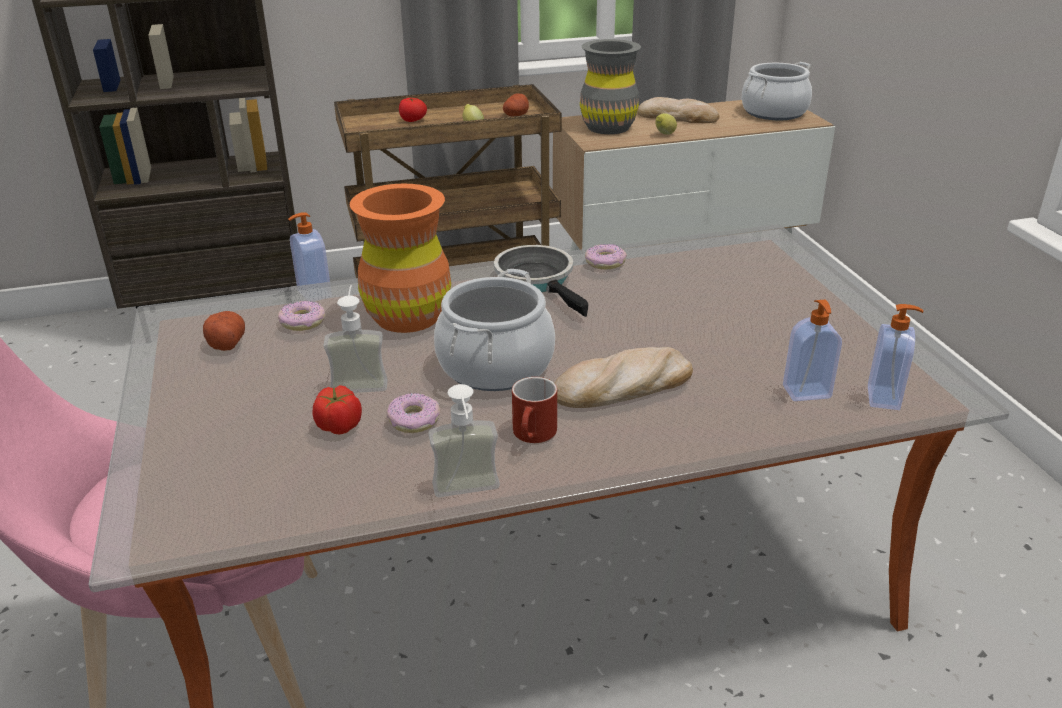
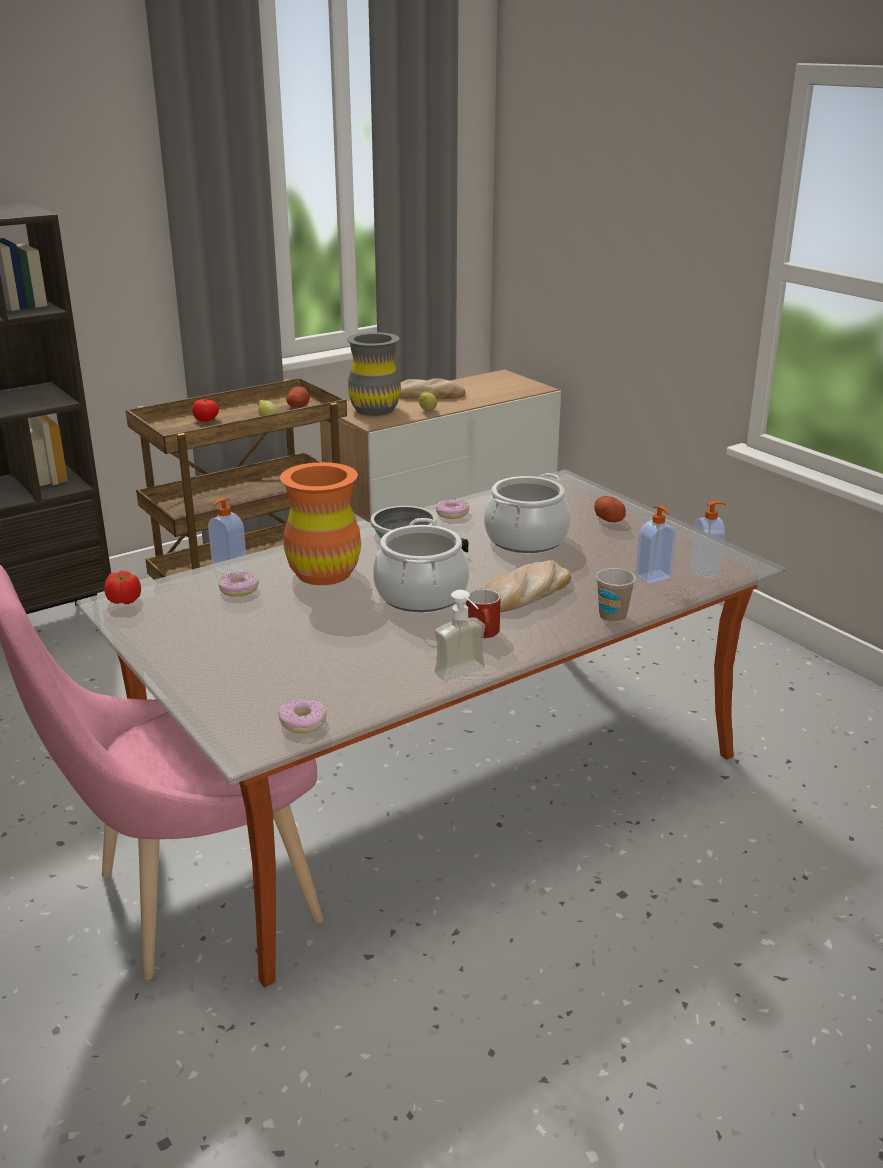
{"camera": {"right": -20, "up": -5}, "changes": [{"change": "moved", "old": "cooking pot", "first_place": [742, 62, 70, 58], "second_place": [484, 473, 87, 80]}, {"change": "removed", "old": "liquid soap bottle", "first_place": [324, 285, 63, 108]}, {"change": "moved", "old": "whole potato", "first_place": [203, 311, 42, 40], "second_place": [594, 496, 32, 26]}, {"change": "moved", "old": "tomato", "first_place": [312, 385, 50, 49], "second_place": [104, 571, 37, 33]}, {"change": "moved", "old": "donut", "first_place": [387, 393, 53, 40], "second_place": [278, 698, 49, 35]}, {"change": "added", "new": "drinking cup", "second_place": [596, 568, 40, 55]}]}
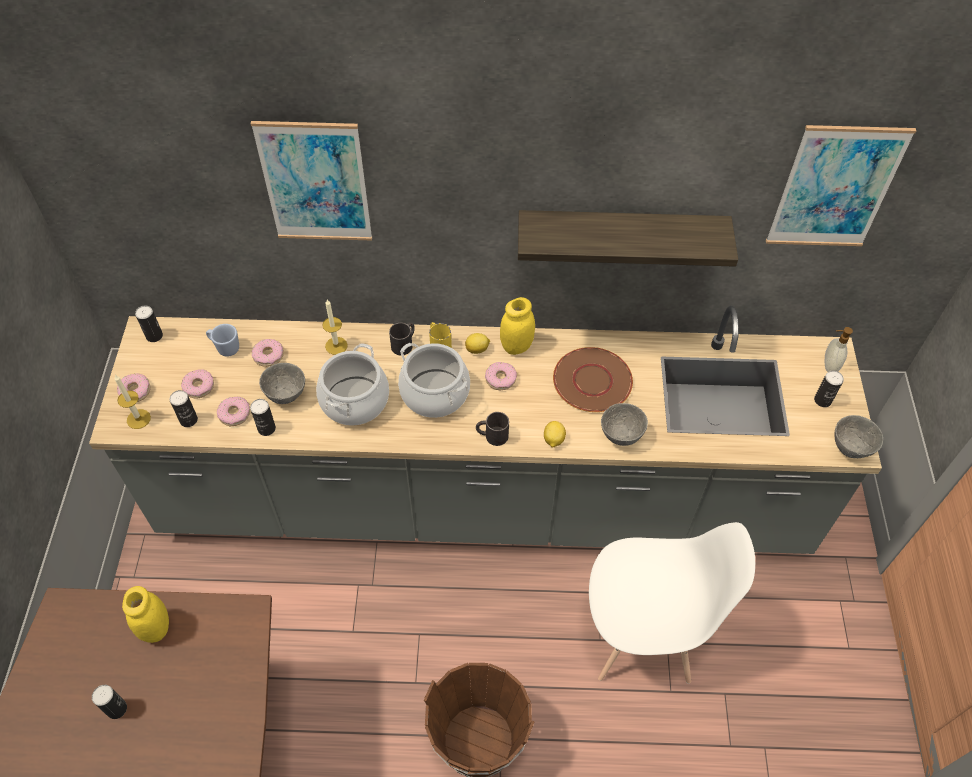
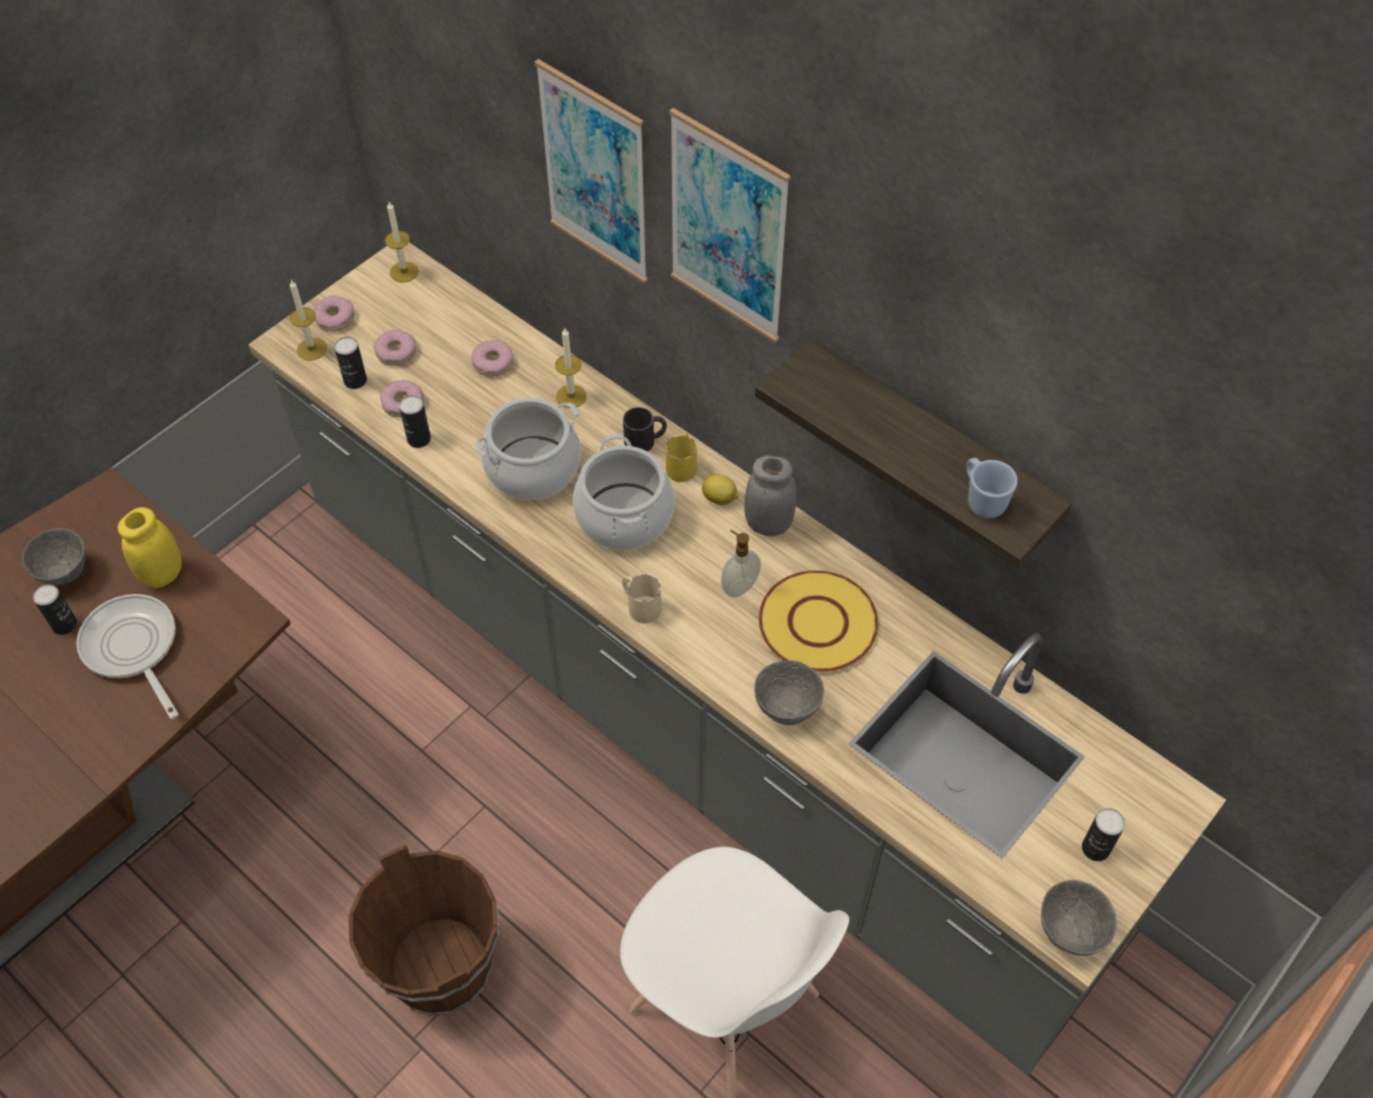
{"camera": {"right": 40, "up": 0}, "changes": [{"change": "moved", "old": "wall art", "first_place": [766, 125, 150, 121], "second_place": [669, 108, 122, 235]}, {"change": "recoloured", "old": "yellow storage jar", "new": "greyish storage jar", "first_place": [500, 297, 35, 58], "second_place": [744, 456, 53, 80]}, {"change": "replaced", "old": "can", "new": "wax light", "first_place": [135, 305, 28, 37], "second_place": [385, 202, 34, 80]}, {"change": "moved", "old": "blue tea mug", "first_place": [206, 324, 33, 33], "second_place": [966, 458, 52, 60]}, {"change": "moved", "old": "liquid soap bottle", "first_place": [825, 327, 28, 45], "second_place": [721, 530, 40, 68]}, {"change": "recoloured", "old": "brown flat dish", "new": "yellow flat dish", "first_place": [553, 347, 80, 65], "second_place": [759, 570, 119, 102]}, {"change": "removed", "old": "donut", "first_place": [485, 362, 32, 28]}, {"change": "moved", "old": "greyish deep dish", "first_place": [259, 363, 46, 41], "second_place": [22, 528, 64, 58]}, {"change": "recoloured", "old": "blackish tea mug", "new": "beige tea mug", "first_place": [476, 412, 33, 34], "second_place": [622, 575, 39, 49]}, {"change": "removed", "old": "citrus fruit", "first_place": [544, 421, 22, 27]}, {"change": "added", "new": "skillet", "second_place": [76, 594, 103, 125]}]}
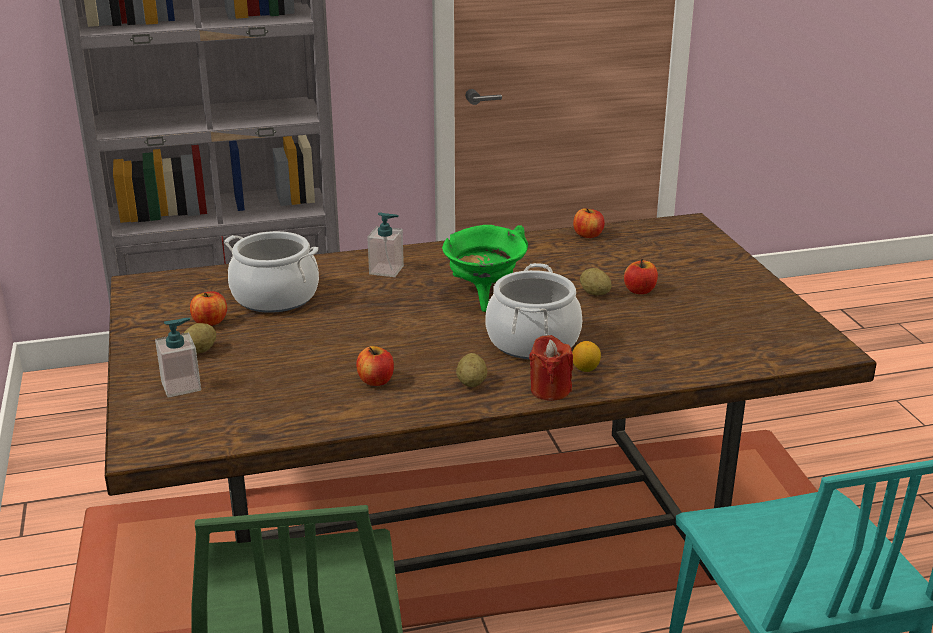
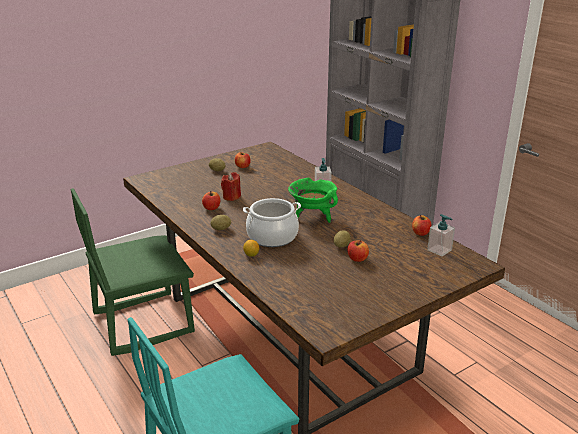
{"camera": {"right": 70, "up": 0}, "changes": [{"change": "removed", "old": "cooking pot", "first_place": [224, 231, 95, 82]}, {"change": "moved", "old": "liquid soap bottle", "first_place": [155, 318, 46, 80], "second_place": [427, 214, 28, 42]}, {"change": "moved", "old": "red-coloured wax light", "first_place": [529, 335, 44, 66], "second_place": [221, 172, 20, 29]}]}
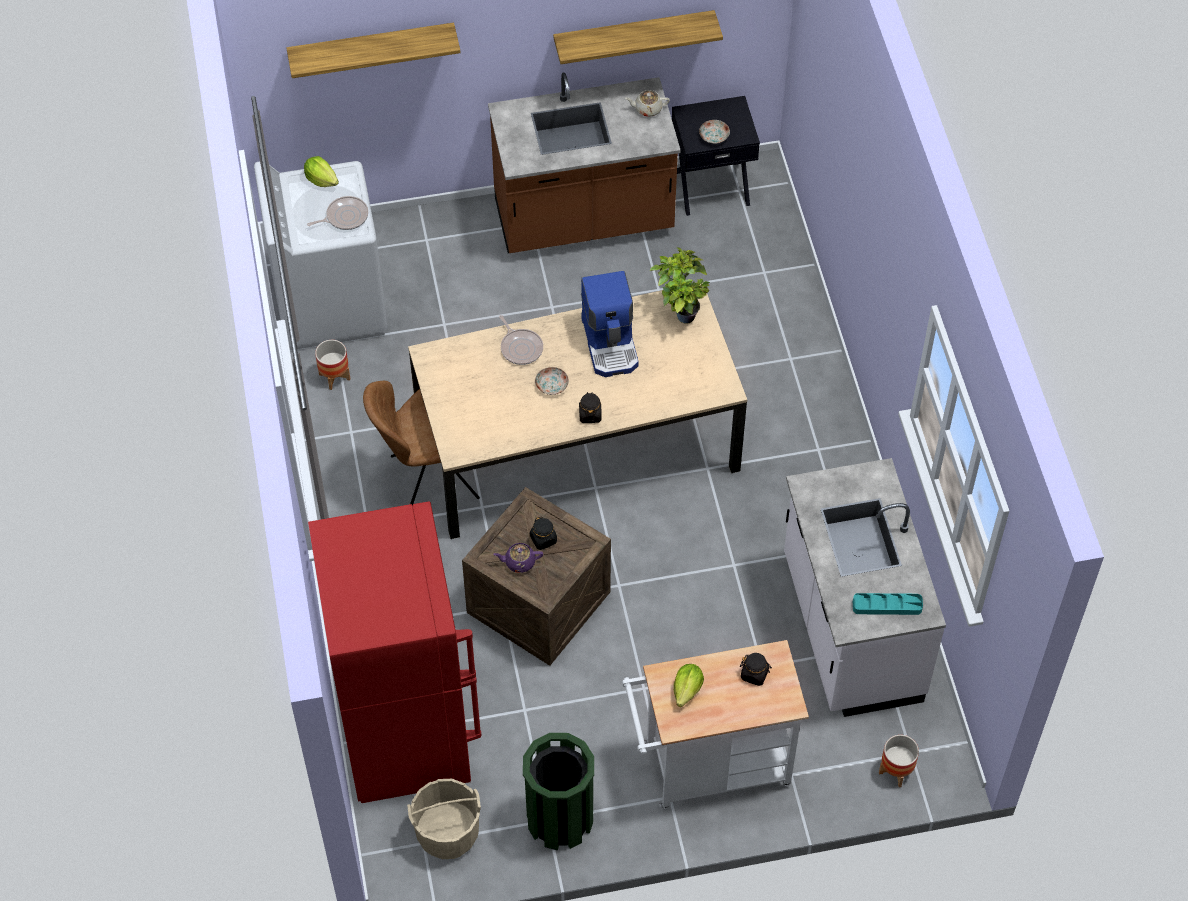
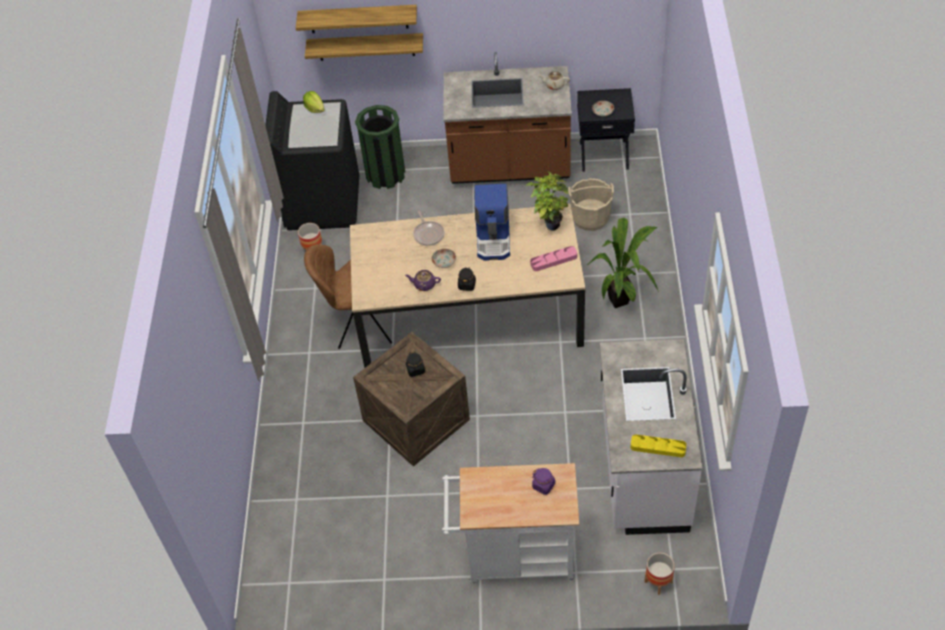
{"camera": {"right": 15, "up": -5}, "changes": [{"change": "moved", "old": "bracket shelf", "first_place": [553, 10, 170, 54], "second_place": [305, 33, 118, 28]}, {"change": "recoloured", "old": "whitish laundry appliance", "new": "blackish laundry appliance", "first_place": [254, 161, 133, 189], "second_place": [265, 91, 94, 140]}, {"change": "removed", "old": "skillet", "first_place": [307, 196, 61, 34]}, {"change": "removed", "old": "red-coloured kitchen fridge", "first_place": [308, 501, 173, 302]}, {"change": "moved", "old": "purplish teapot", "first_place": [493, 543, 50, 30], "second_place": [405, 270, 36, 21]}, {"change": "recoloured", "old": "turquoise serving tray", "new": "yellow serving tray", "first_place": [853, 593, 70, 22], "second_place": [631, 434, 56, 23]}, {"change": "recoloured", "old": "blackish storage jar", "new": "purplish storage jar", "first_place": [740, 653, 32, 33], "second_place": [532, 468, 24, 27]}, {"change": "removed", "old": "lettuce", "first_place": [674, 664, 30, 43]}, {"change": "moved", "old": "greenish trash can", "first_place": [523, 733, 71, 118], "second_place": [355, 105, 50, 84]}, {"change": "moved", "old": "beige bucket", "first_place": [407, 779, 74, 80], "second_place": [569, 178, 45, 53]}, {"change": "added", "new": "plant in a pot", "second_place": [587, 218, 72, 90]}, {"change": "added", "new": "pink serving tray", "second_place": [530, 246, 47, 25]}]}
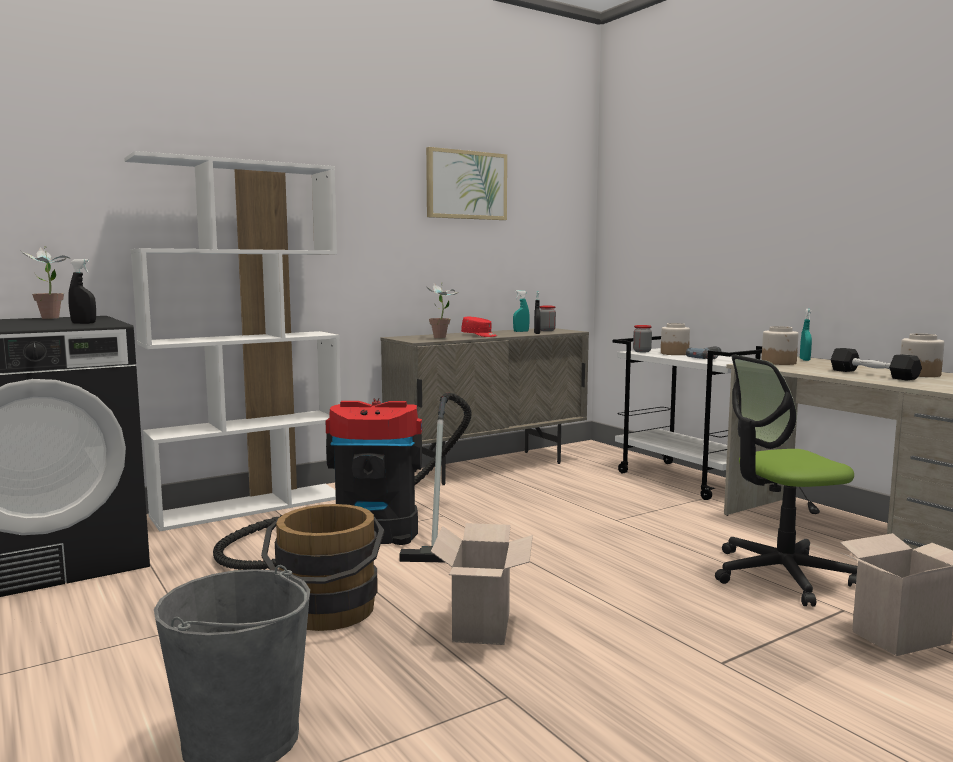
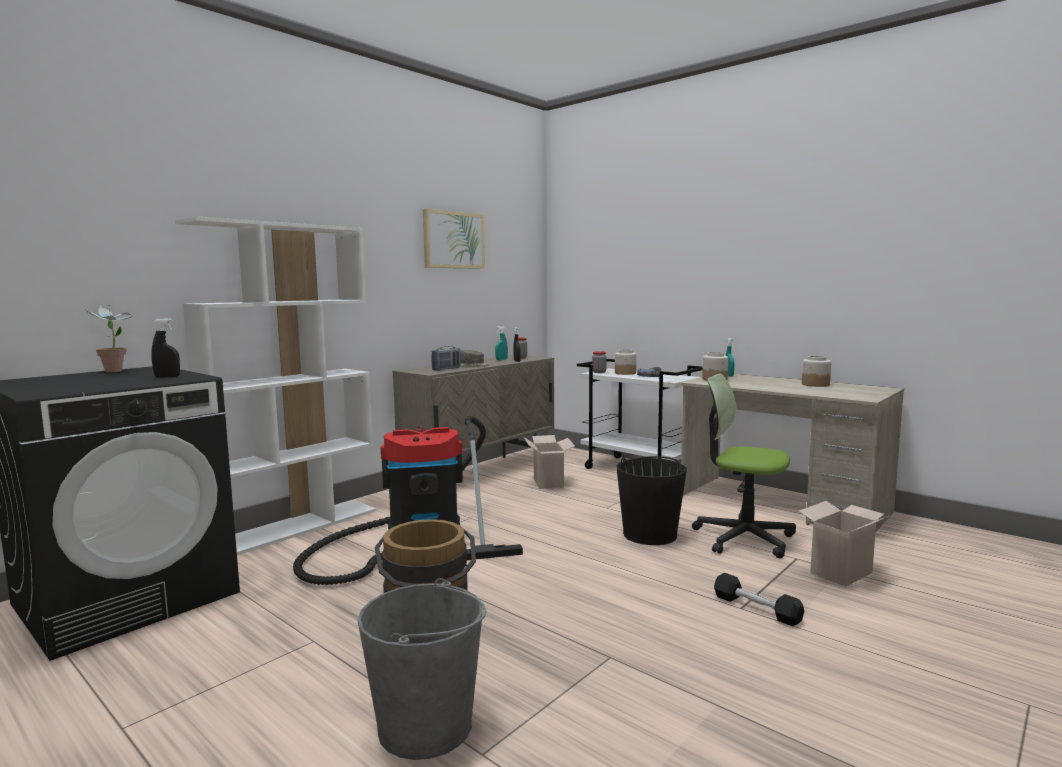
{"camera": {"right": -15, "up": 0}, "changes": [{"change": "replaced", "old": "plant in a pot", "new": "radio receiver", "first_place": [427, 282, 31, 56], "second_place": [431, 346, 30, 25]}, {"change": "recoloured", "old": "red-coloured cap", "new": "greyish cap", "first_place": [461, 317, 36, 20], "second_place": [460, 350, 29, 17]}, {"change": "moved", "old": "blackish dumbbell", "first_place": [830, 348, 92, 32], "second_place": [714, 573, 91, 53]}, {"change": "turned", "old": "office chair", "first_place": [715, 354, 142, 253], "second_place": [692, 373, 104, 185], "degrees": 60}, {"change": "moved", "old": "carton", "first_place": [431, 523, 102, 122], "second_place": [524, 435, 51, 54]}, {"change": "added", "new": "blackish bucket", "second_place": [616, 456, 71, 89]}]}
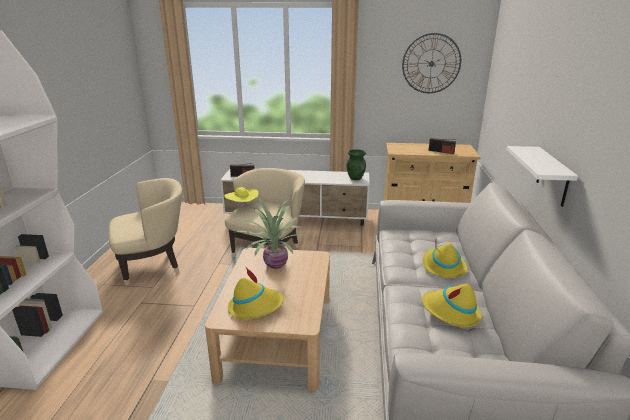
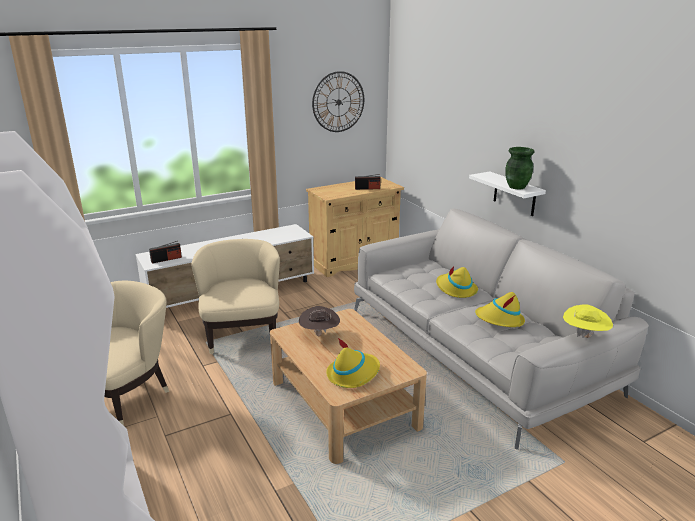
{"camera": {"right": -35, "up": 0}, "changes": [{"change": "moved", "old": "greenish vase", "first_place": [347, 149, 19, 31], "second_place": [505, 147, 30, 42]}, {"change": "moved", "old": "yellow hat", "first_place": [224, 187, 34, 20], "second_place": [563, 304, 50, 34]}, {"change": "replaced", "old": "plant in a pot", "new": "brown hat", "first_place": [234, 199, 76, 70], "second_place": [299, 306, 41, 30]}]}
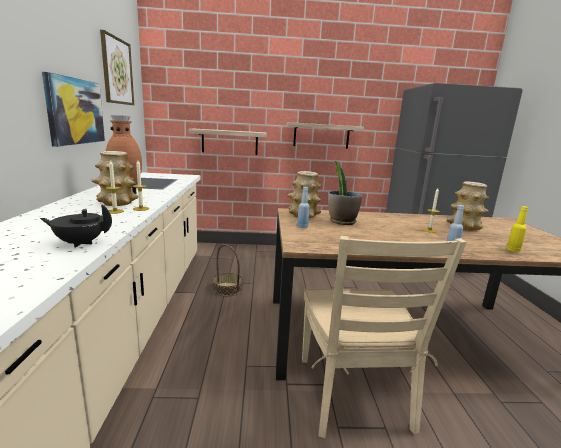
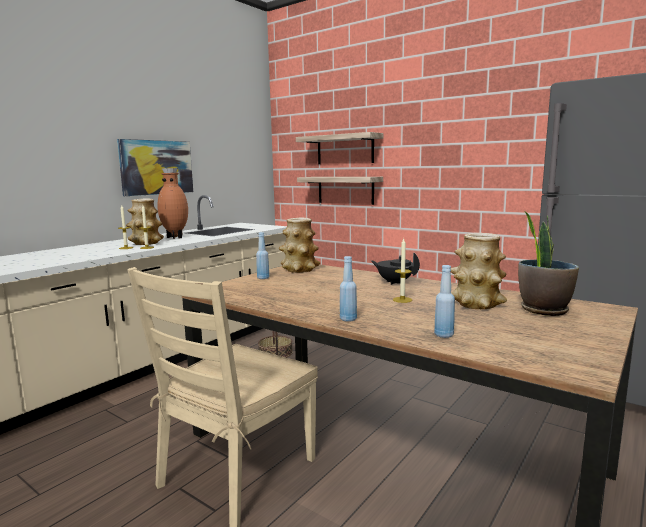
{"camera": {"right": 40, "up": -5}, "changes": [{"change": "removed", "old": "wall art", "first_place": [100, 30, 34, 75]}, {"change": "moved", "old": "bracket shelf", "first_place": [286, 122, 78, 27], "second_place": [296, 132, 87, 32]}, {"change": "moved", "old": "plant in a pot", "first_place": [328, 161, 34, 64], "second_place": [518, 212, 61, 104]}, {"change": "moved", "old": "blackish teapot", "first_place": [40, 204, 72, 44], "second_place": [371, 253, 49, 32]}, {"change": "recoloured", "old": "yellow beverage bottle", "new": "blue beverage bottle", "first_place": [507, 206, 21, 46], "second_place": [434, 265, 21, 73]}]}
